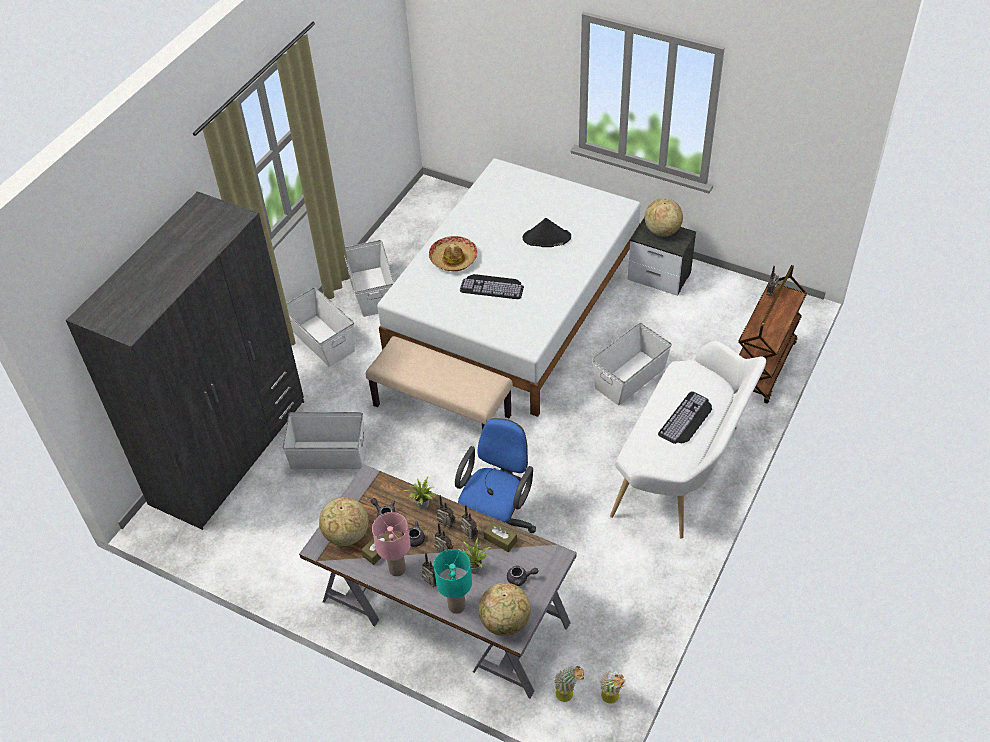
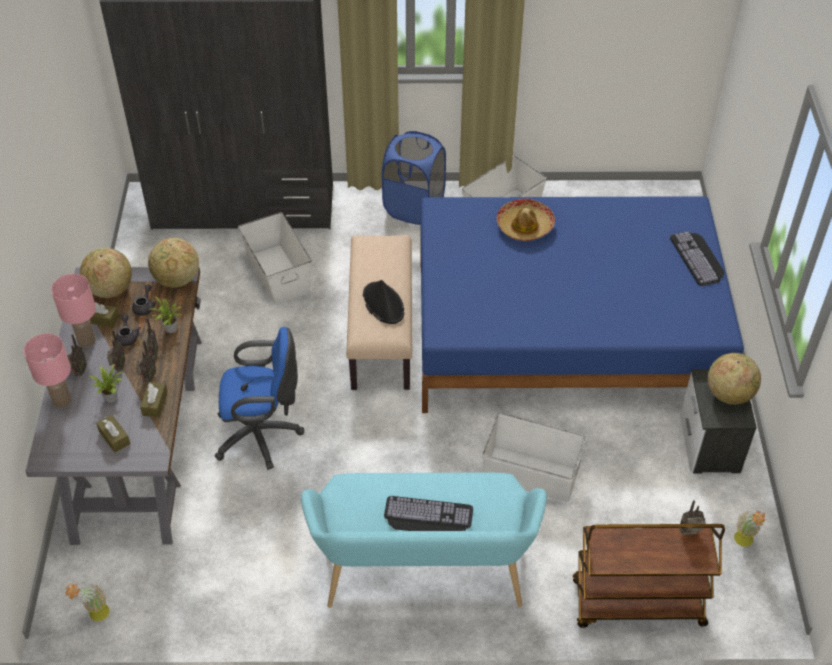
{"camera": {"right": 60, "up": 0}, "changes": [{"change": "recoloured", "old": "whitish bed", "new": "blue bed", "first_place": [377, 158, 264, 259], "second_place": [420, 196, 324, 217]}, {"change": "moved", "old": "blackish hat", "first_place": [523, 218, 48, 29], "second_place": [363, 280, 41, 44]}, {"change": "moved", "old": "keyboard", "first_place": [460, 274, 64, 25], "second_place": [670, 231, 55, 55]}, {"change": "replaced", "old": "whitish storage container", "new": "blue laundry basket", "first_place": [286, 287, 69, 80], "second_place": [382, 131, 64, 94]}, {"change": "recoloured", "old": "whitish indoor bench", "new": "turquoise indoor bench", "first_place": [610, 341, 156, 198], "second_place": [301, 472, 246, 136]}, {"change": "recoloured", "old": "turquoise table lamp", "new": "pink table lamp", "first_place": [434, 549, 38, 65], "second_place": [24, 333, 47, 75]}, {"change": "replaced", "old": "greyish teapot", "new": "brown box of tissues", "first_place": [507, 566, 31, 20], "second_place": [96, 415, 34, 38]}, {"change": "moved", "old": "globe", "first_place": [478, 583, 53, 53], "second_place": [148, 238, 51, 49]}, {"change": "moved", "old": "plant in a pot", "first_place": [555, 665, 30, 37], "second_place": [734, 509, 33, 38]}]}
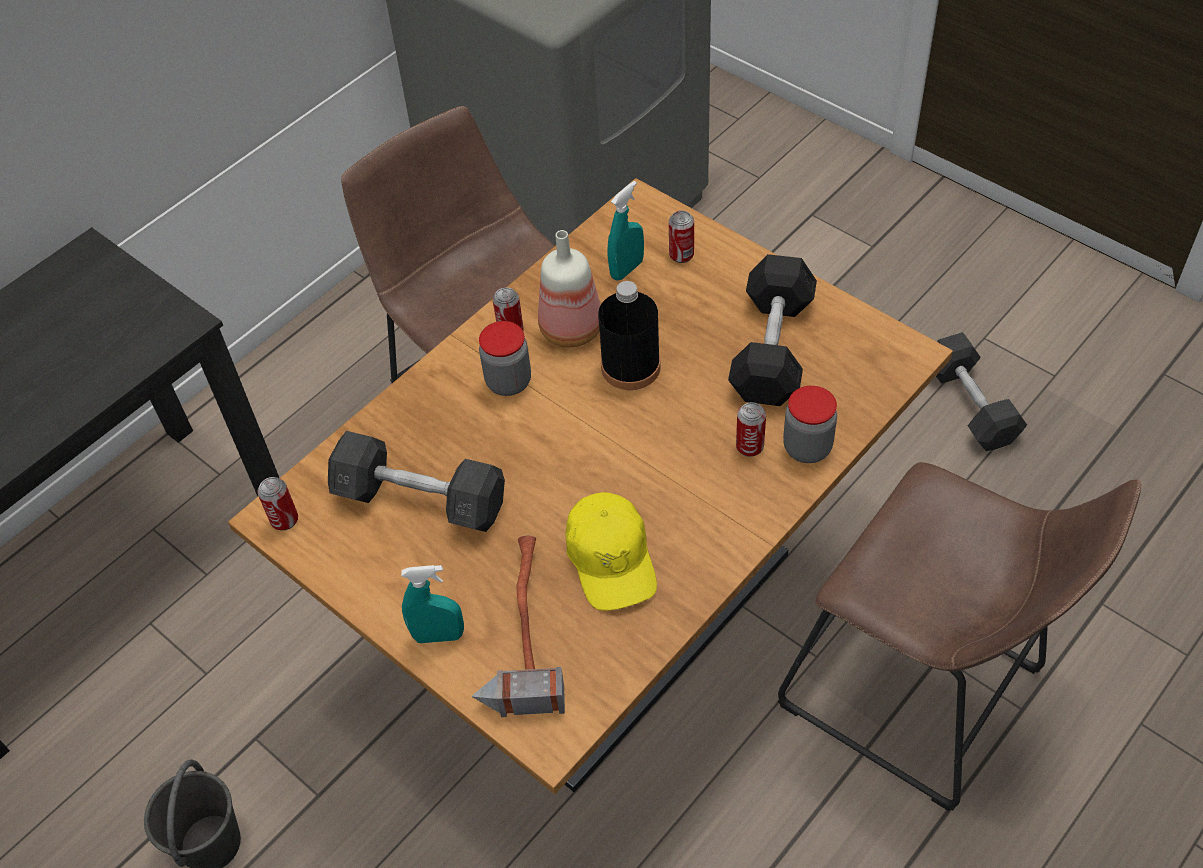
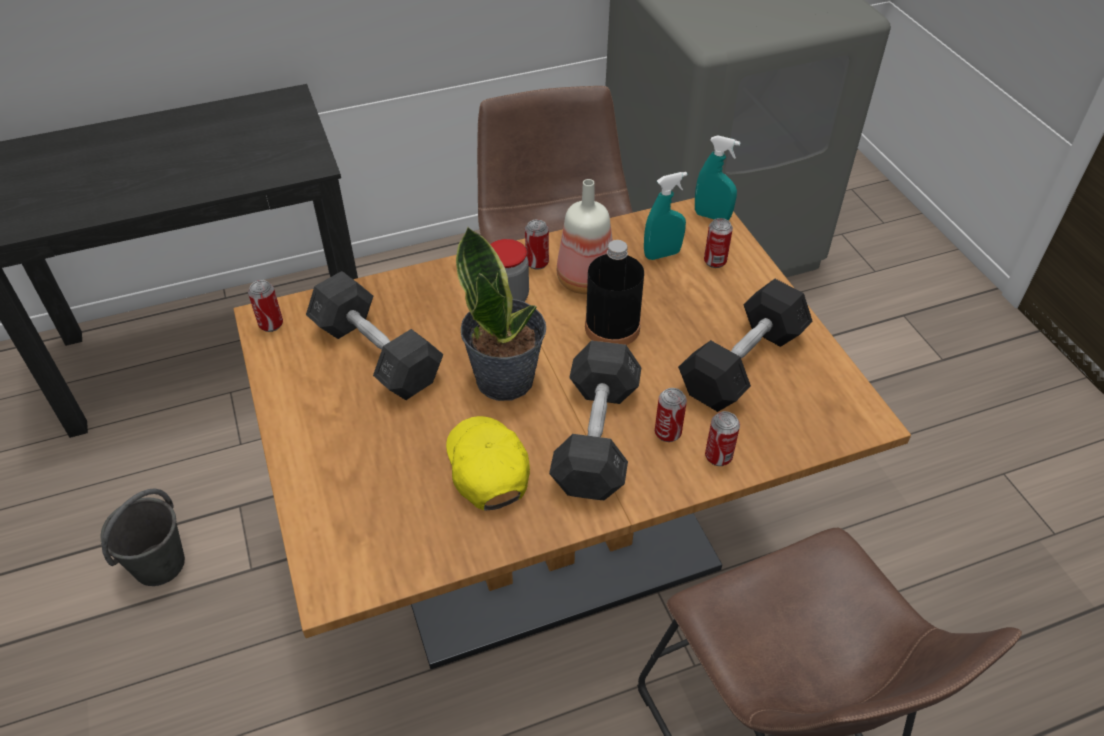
{"camera": {"right": 25, "up": -5}, "changes": [{"change": "moved", "old": "greyish dumbbell", "first_place": [936, 332, 91, 119], "second_place": [549, 341, 93, 159]}, {"change": "replaced", "old": "storage jar", "new": "can", "first_place": [783, 386, 54, 77], "second_place": [705, 411, 35, 55]}, {"change": "turned", "old": "yellow cap", "first_place": [566, 492, 91, 119], "second_place": [446, 416, 84, 94], "degrees": 150}, {"change": "removed", "old": "tool hammer", "first_place": [471, 535, 94, 182]}, {"change": "moved", "old": "turquoise sprayer", "first_place": [401, 565, 63, 78], "second_place": [695, 135, 45, 85]}, {"change": "added", "new": "plant in a pot", "second_place": [456, 226, 90, 175]}]}
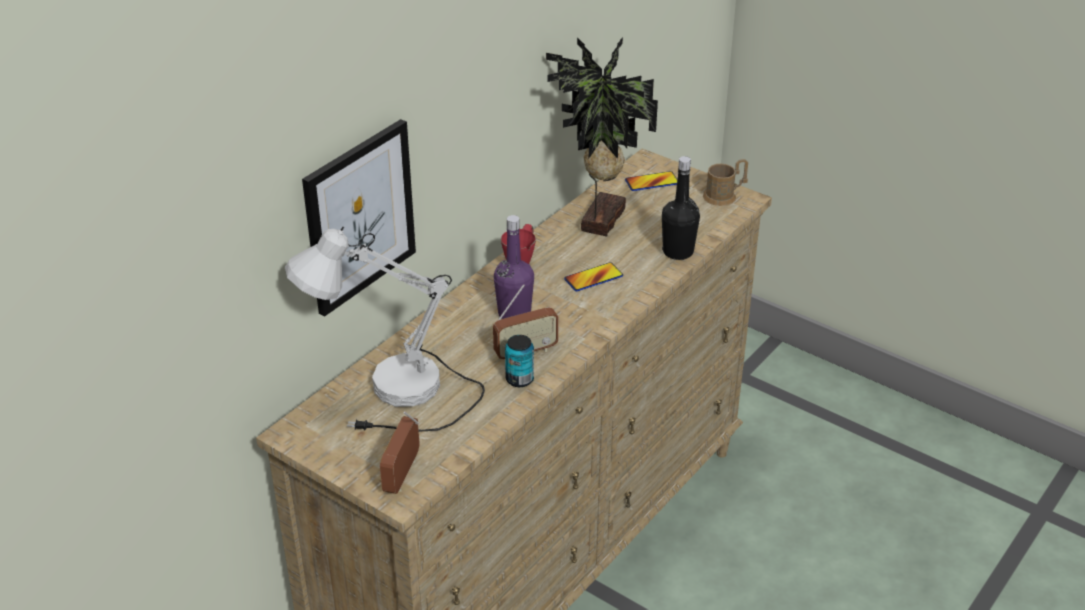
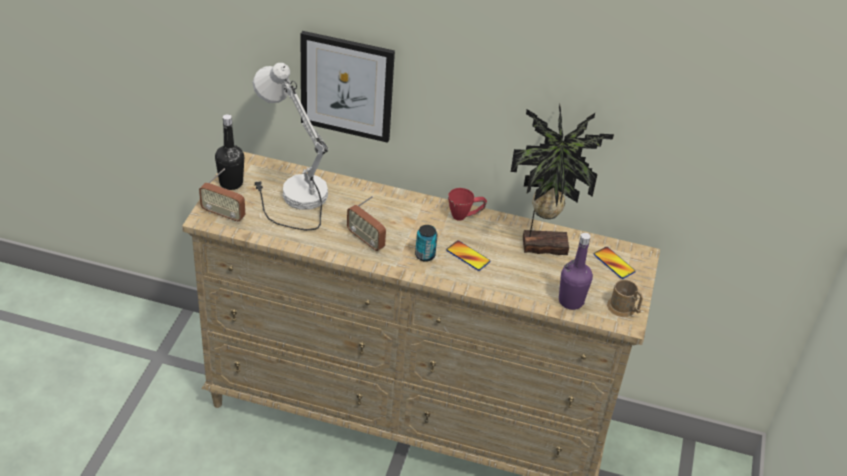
{"camera": {"right": 65, "up": 5}, "changes": [{"change": "moved", "old": "blackish beverage bottle", "first_place": [662, 156, 38, 104], "second_place": [215, 114, 29, 76]}, {"change": "moved", "old": "purplish beverage bottle", "first_place": [494, 215, 40, 104], "second_place": [559, 233, 34, 77]}, {"change": "moved", "old": "can", "first_place": [505, 335, 29, 52], "second_place": [415, 225, 22, 37]}, {"change": "turned", "old": "radio receiver", "first_place": [380, 411, 40, 83], "second_place": [199, 169, 46, 54], "degrees": -150}]}
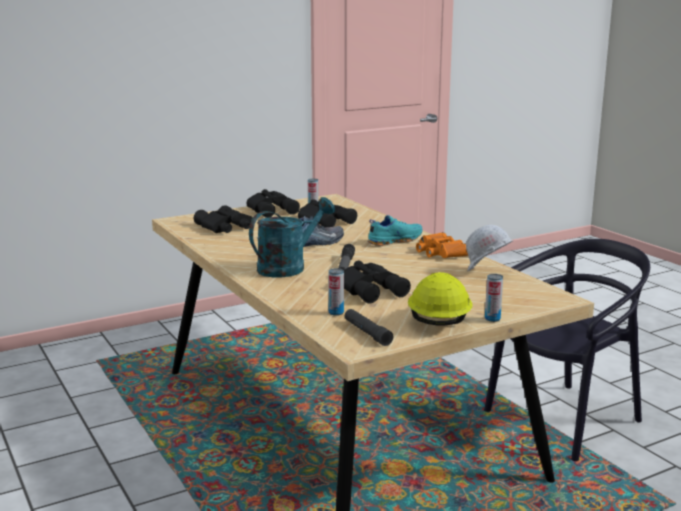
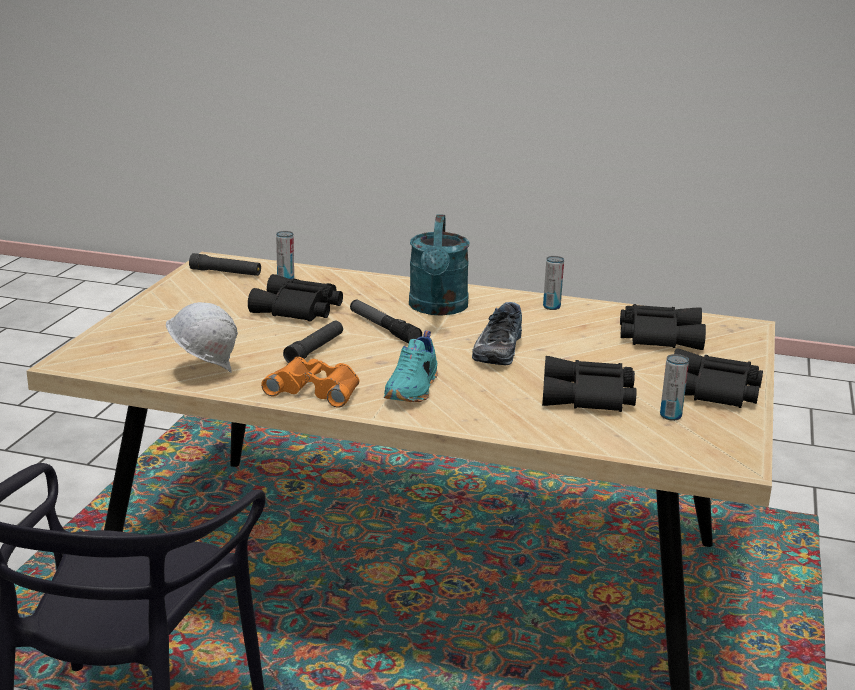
{"camera": {"right": 135, "up": 5}, "changes": [{"change": "removed", "old": "yellow safety helmet", "first_place": [408, 272, 65, 53]}, {"change": "moved", "old": "can", "first_place": [485, 274, 18, 48], "second_place": [543, 256, 21, 54]}, {"change": "added", "new": "blackish hand torch", "second_place": [283, 321, 60, 42]}]}
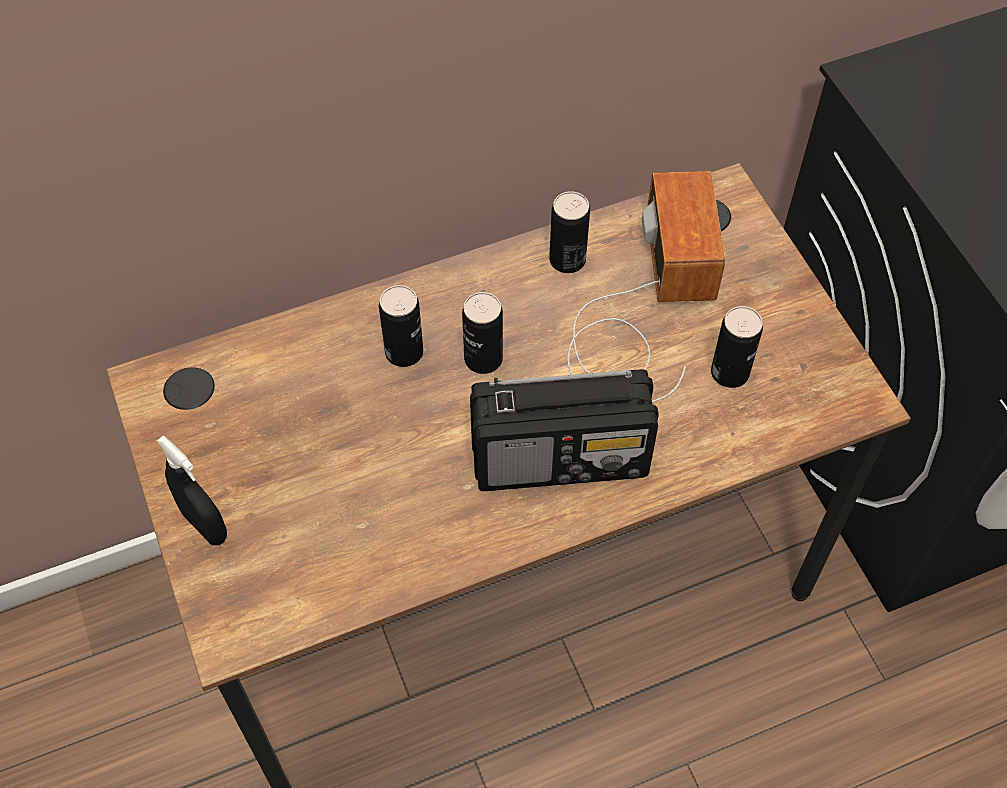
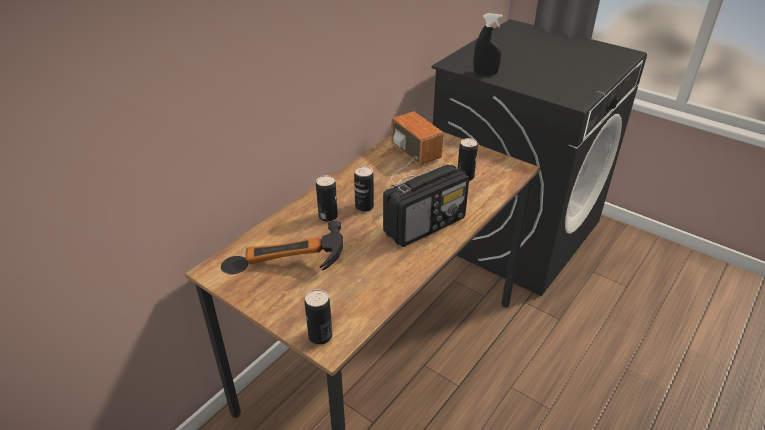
{"camera": {"right": -30, "up": -20}, "changes": [{"change": "moved", "old": "can", "first_place": [549, 191, 41, 82], "second_place": [305, 289, 27, 56]}, {"change": "moved", "old": "blackish sprayer", "first_place": [156, 435, 71, 110], "second_place": [473, 13, 30, 62]}, {"change": "added", "new": "tool hammer", "second_place": [246, 221, 97, 49]}]}
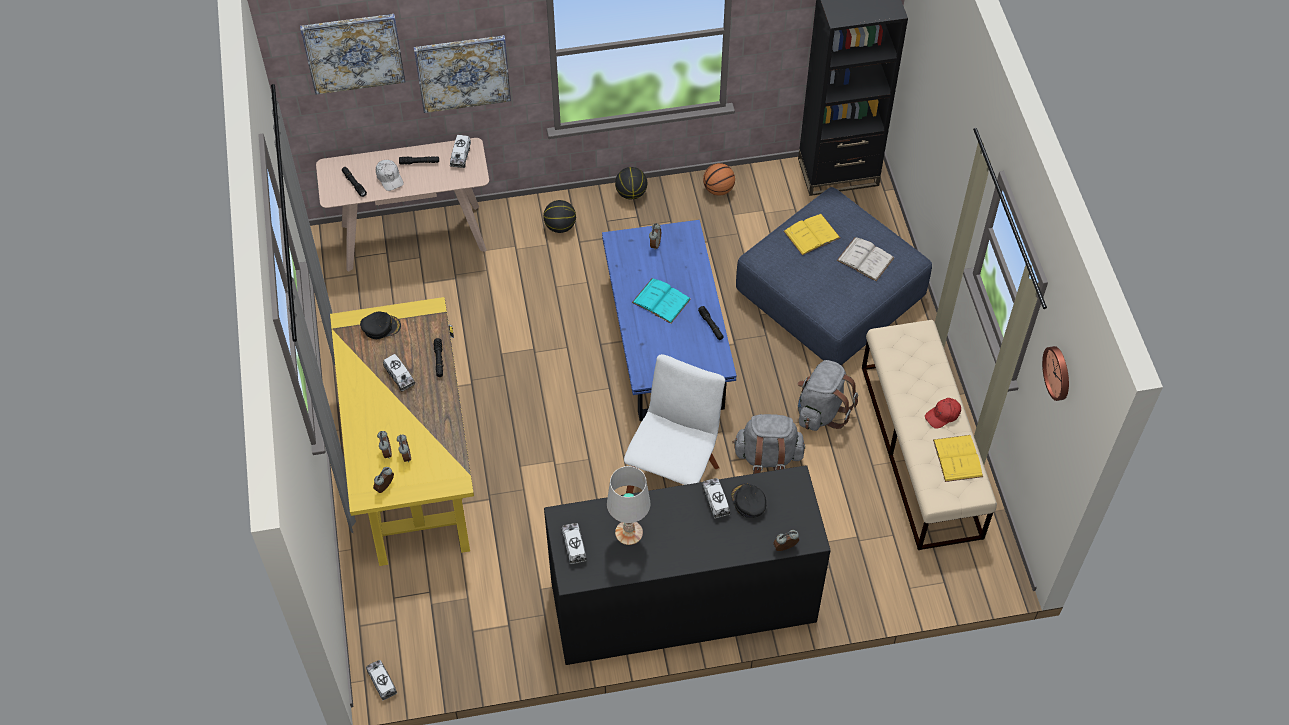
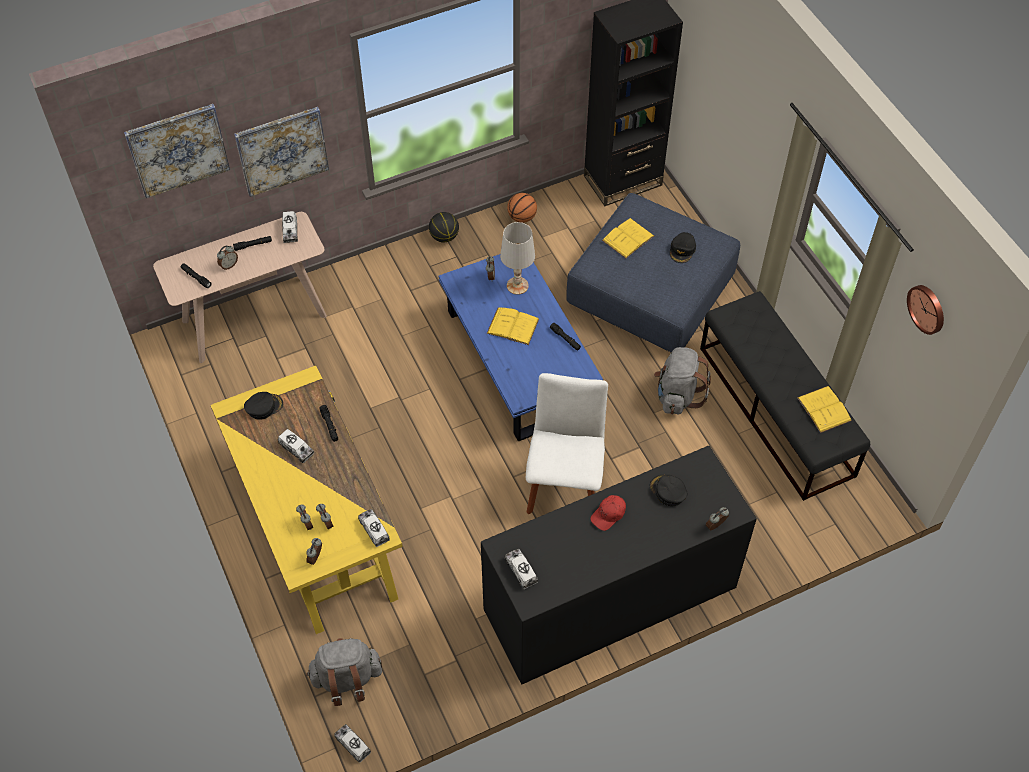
{"camera": {"right": -15, "up": 0}, "changes": [{"change": "replaced", "old": "whitish cap", "new": "bedside clock", "first_place": [376, 160, 28, 31], "second_place": [217, 246, 21, 24]}, {"change": "removed", "old": "ball for basketball", "first_place": [543, 200, 33, 33]}, {"change": "replaced", "old": "whitish bound book", "new": "blackish cap", "first_place": [837, 237, 57, 44], "second_place": [670, 232, 26, 31]}, {"change": "recoloured", "old": "turquoise bound book", "new": "yellow bound book", "first_place": [632, 278, 59, 45], "second_place": [487, 307, 52, 38]}, {"change": "recoloured", "old": "beige indoor bench", "new": "blackish indoor bench", "first_place": [862, 320, 135, 230], "second_place": [700, 291, 170, 210]}, {"change": "moved", "old": "red-coloured cap", "first_place": [925, 398, 36, 31], "second_place": [590, 495, 36, 36]}, {"change": "moved", "old": "greyish knapsack", "first_place": [733, 414, 72, 60], "second_place": [306, 638, 76, 68]}, {"change": "moved", "old": "whitish table lamp", "first_place": [607, 466, 44, 79], "second_place": [500, 222, 35, 73]}, {"change": "moved", "old": "toy lorry", "first_place": [702, 478, 28, 41], "second_place": [358, 509, 31, 38]}]}
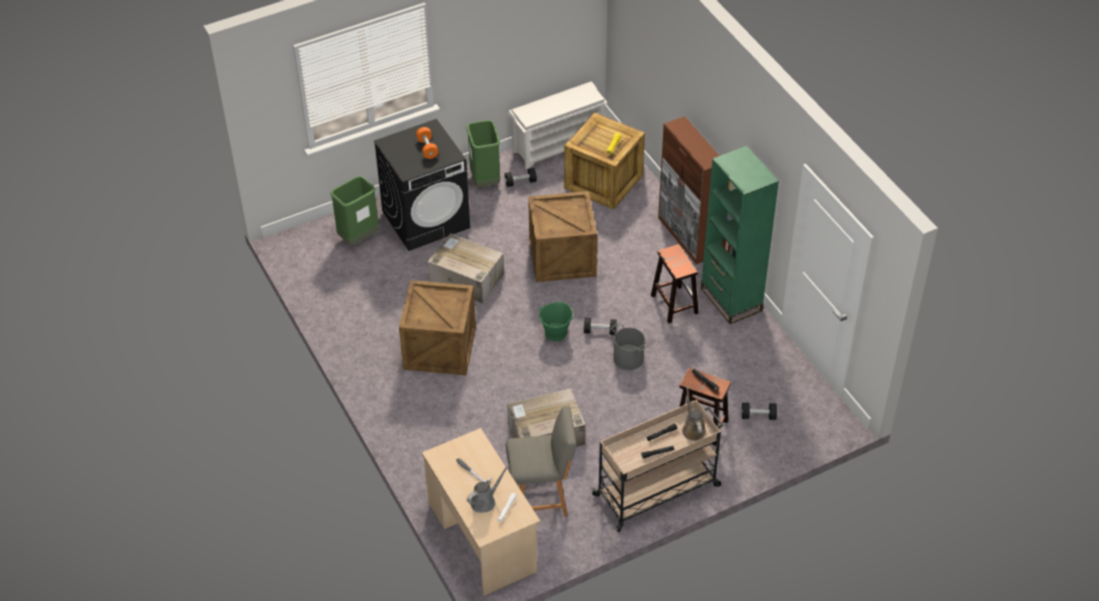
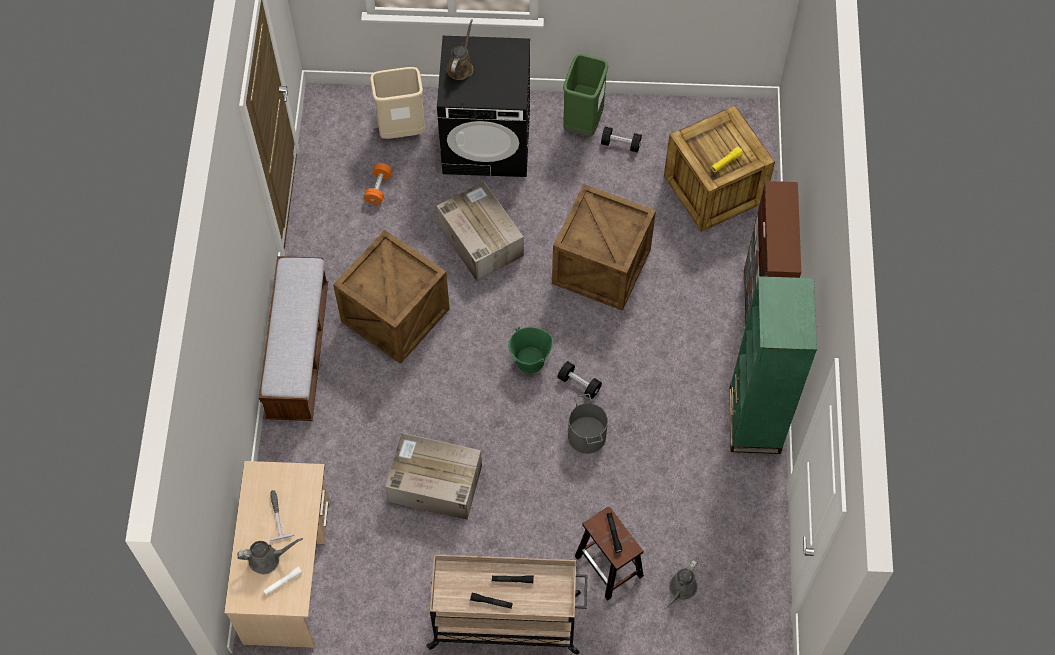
{"camera": {"right": 30, "up": 15}, "changes": [{"change": "removed", "old": "whitish shoe stand", "first_place": [509, 81, 99, 88]}, {"change": "moved", "old": "orangey dumbbell", "first_place": [416, 127, 22, 32], "second_place": [364, 163, 28, 42]}, {"change": "recoloured", "old": "greenish trash can", "new": "beige trash can", "first_place": [330, 176, 49, 69], "second_place": [370, 67, 55, 72]}, {"change": "removed", "old": "brown sitting stool", "first_place": [651, 244, 48, 79]}, {"change": "moved", "old": "brown watering pot", "first_place": [682, 386, 24, 55], "second_place": [447, 19, 26, 61]}, {"change": "replaced", "old": "blackish dumbbell", "new": "greyish watering pot", "first_place": [741, 403, 36, 17], "second_place": [664, 560, 34, 49]}, {"change": "removed", "old": "greyish upright chair", "first_place": [506, 406, 70, 111]}, {"change": "added", "new": "indoor bench", "second_place": [259, 256, 69, 165]}]}
